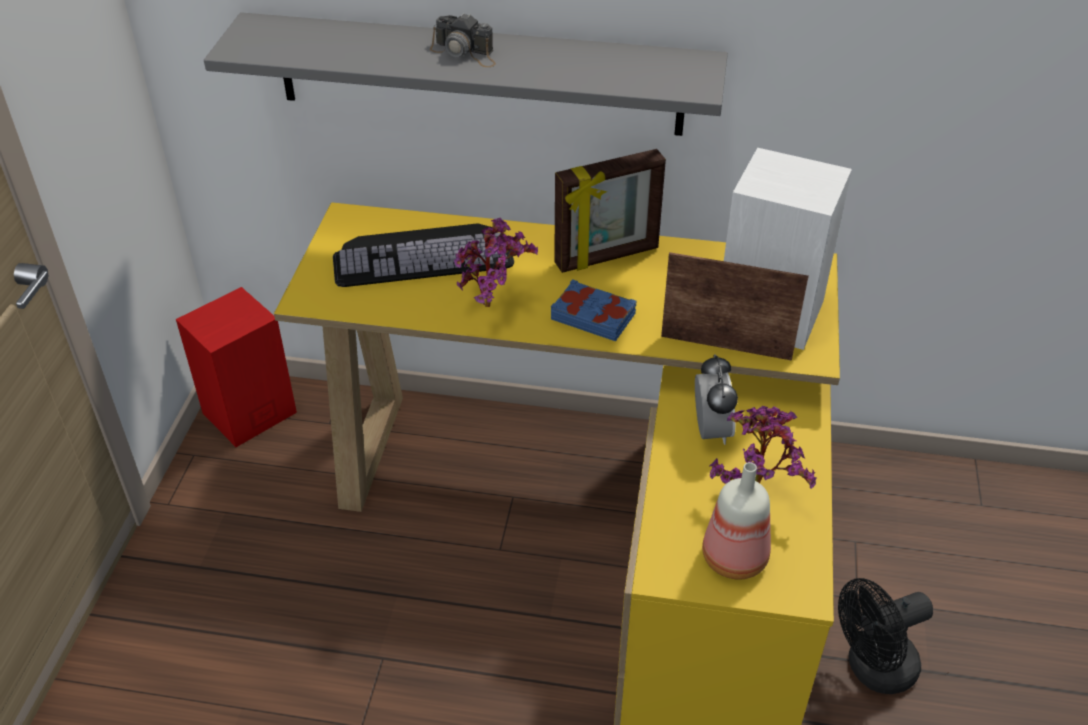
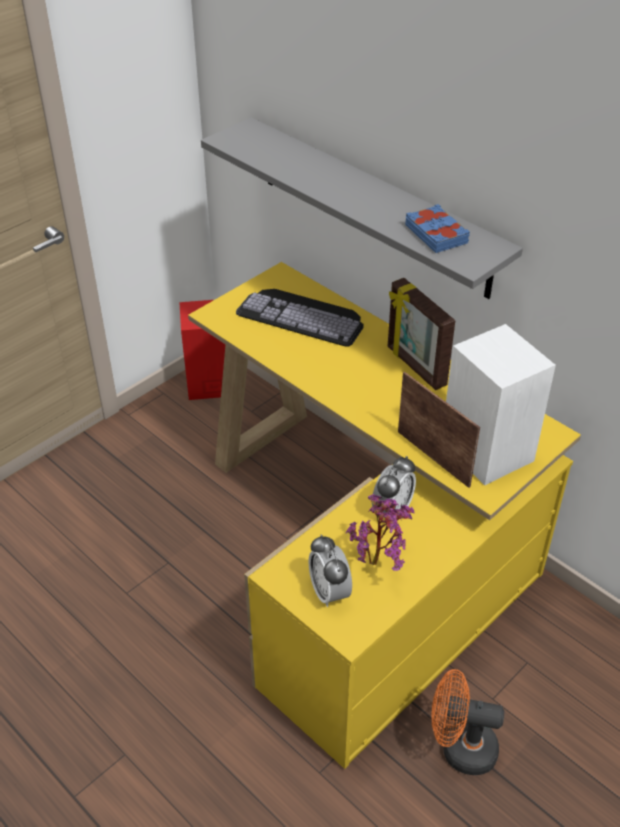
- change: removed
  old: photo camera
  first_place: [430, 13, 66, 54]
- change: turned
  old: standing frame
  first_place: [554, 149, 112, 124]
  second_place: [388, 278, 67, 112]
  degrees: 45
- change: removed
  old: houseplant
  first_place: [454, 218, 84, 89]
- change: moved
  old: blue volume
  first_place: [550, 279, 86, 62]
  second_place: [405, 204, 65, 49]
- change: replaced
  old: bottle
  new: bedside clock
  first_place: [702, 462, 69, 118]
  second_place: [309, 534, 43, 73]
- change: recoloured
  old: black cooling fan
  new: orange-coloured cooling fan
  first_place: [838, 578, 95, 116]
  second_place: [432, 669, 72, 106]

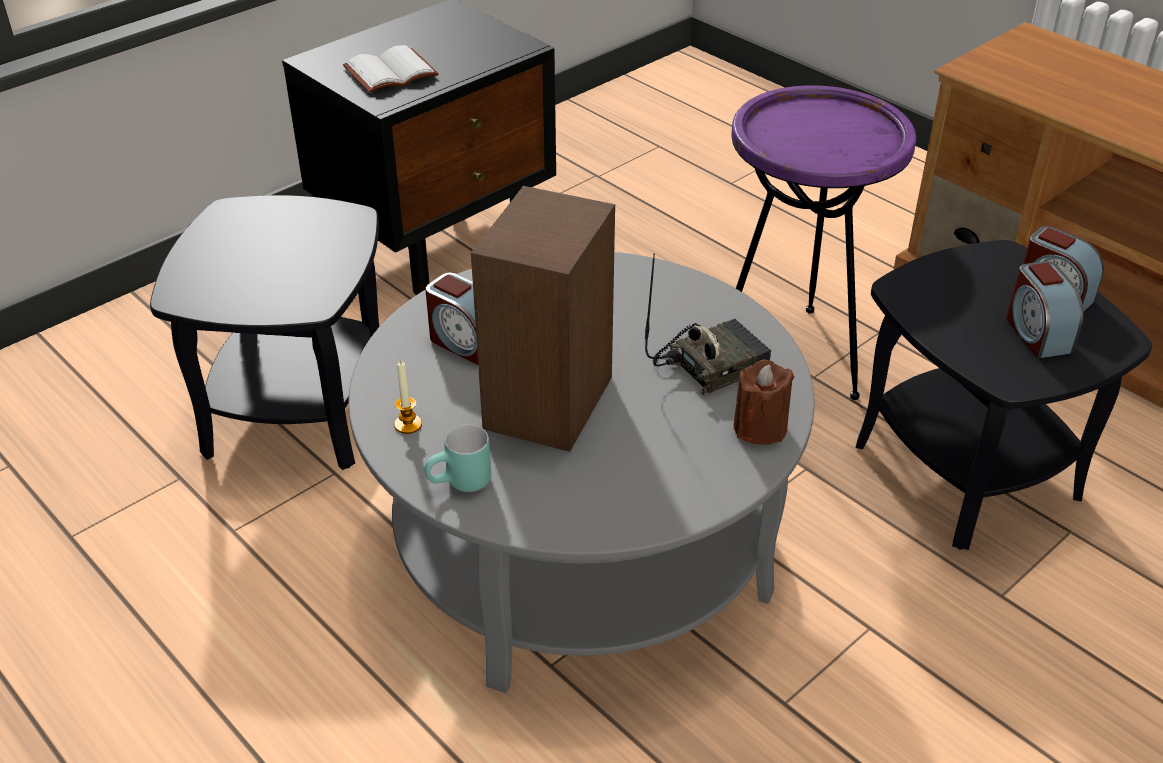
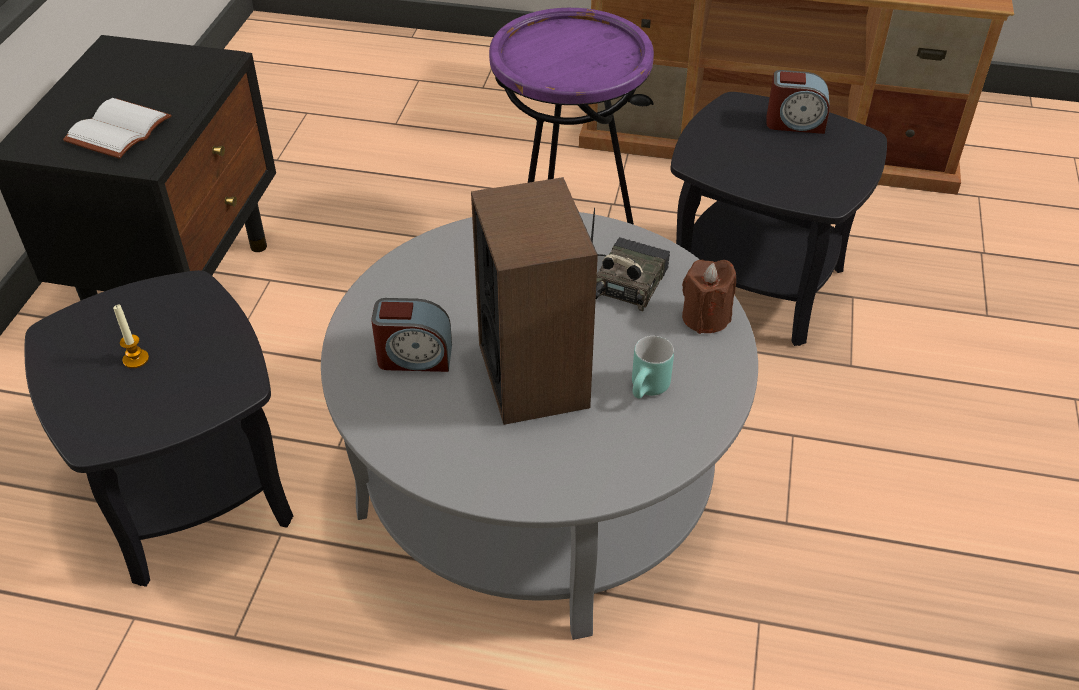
- change: removed
  old: bedside clock
  first_place: [1006, 261, 78, 97]
- change: moved
  old: wax light
  first_place: [394, 362, 28, 72]
  second_place: [113, 305, 36, 63]
- change: moved
  old: turquoise-coloured coffee mug
  first_place: [424, 424, 67, 68]
  second_place: [632, 336, 42, 63]

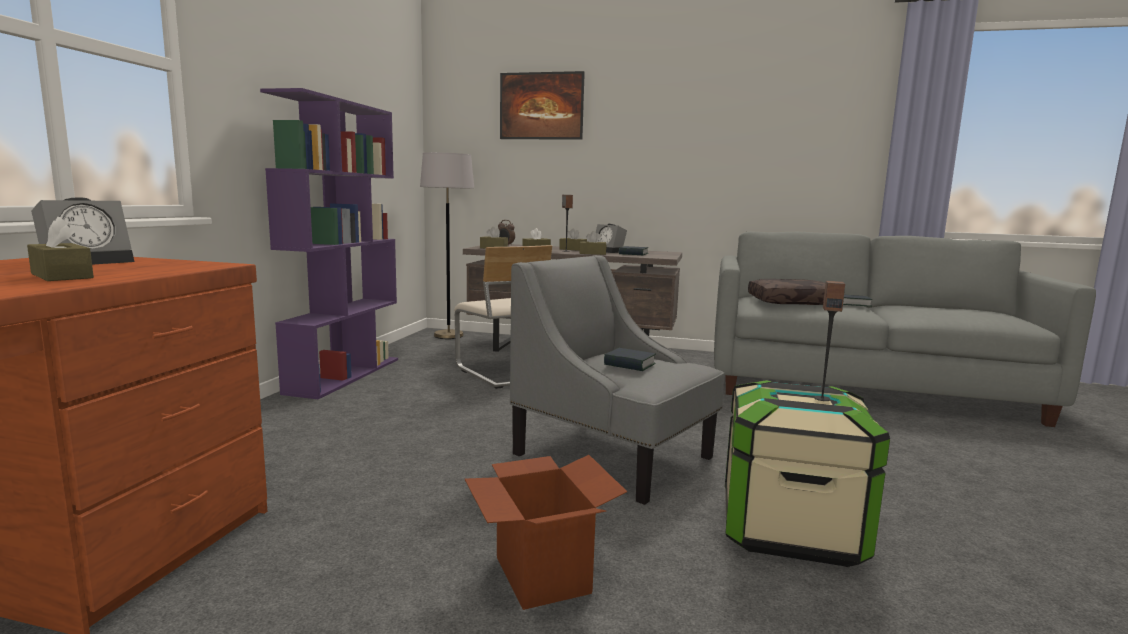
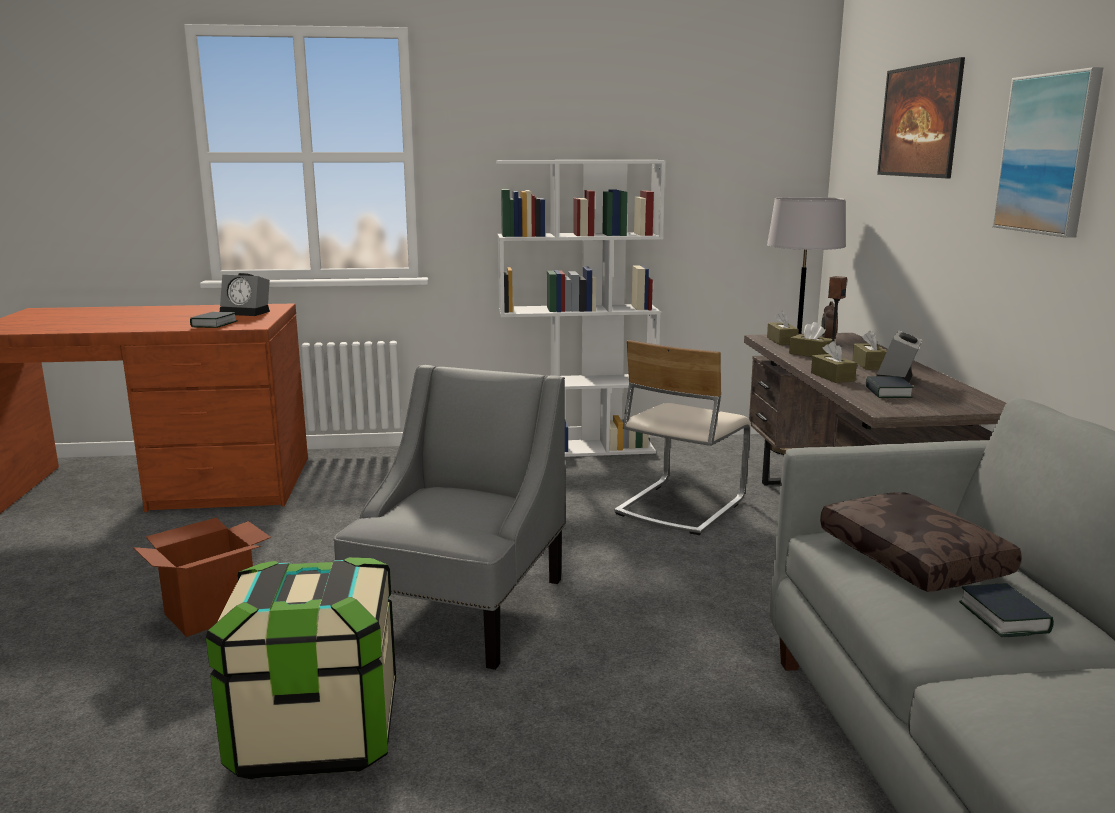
- change: recoloured
  old: purple shelving unit
  new: whitish shelving unit
  first_place: [260, 88, 138, 311]
  second_place: [496, 160, 170, 297]
- change: removed
  old: brown-coloured box of tissues
  first_place: [27, 217, 67, 64]
- change: removed
  old: speaker
  first_place: [814, 281, 31, 120]
- change: moved
  old: volume
  first_place: [604, 348, 52, 23]
  second_place: [190, 312, 47, 16]
- change: added
  new: picture
  second_place: [992, 67, 111, 171]

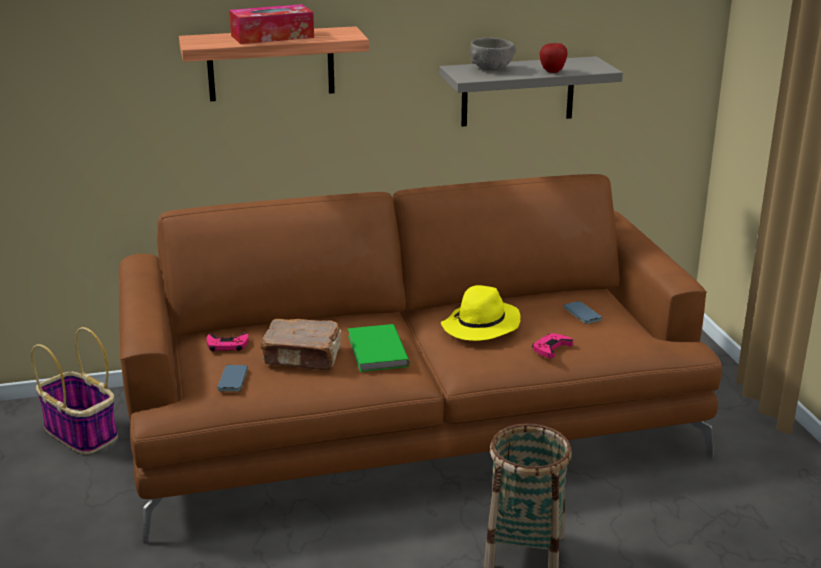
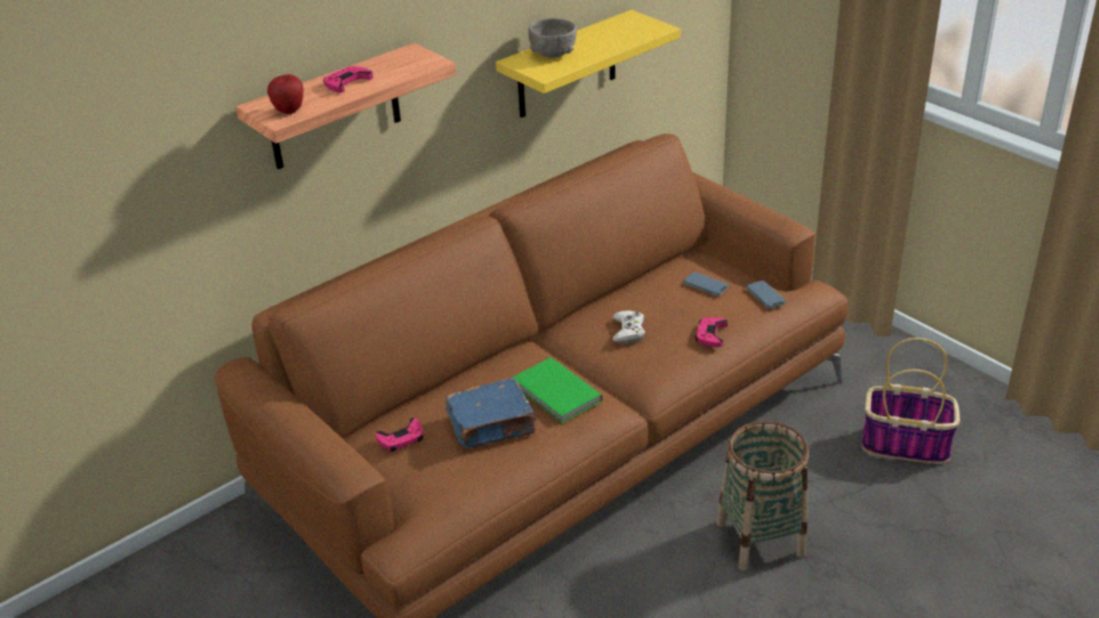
- change: replaced
  old: box of tissues
  new: pink-coloured gamepad
  first_place: [229, 4, 85, 40]
  second_place: [323, 66, 50, 27]
- change: moved
  old: whole apple
  first_place: [539, 42, 29, 31]
  second_place: [267, 74, 36, 40]
- change: recoloured
  old: greyish bracket shelf
  new: yellowish bracket shelf
  first_place: [440, 56, 183, 70]
  second_place: [496, 10, 185, 108]
- change: replaced
  old: yellowish hat
  new: whitish gamepad
  first_place: [441, 285, 80, 56]
  second_place: [613, 310, 32, 33]
- change: recoloured
  old: brown-coloured volume
  new: blue volume
  first_place: [260, 319, 82, 52]
  second_place: [445, 378, 92, 70]
- change: moved
  old: basket
  first_place: [31, 327, 87, 128]
  second_place: [862, 338, 98, 126]
- change: moved
  old: phone
  first_place: [217, 365, 31, 26]
  second_place: [746, 281, 40, 28]

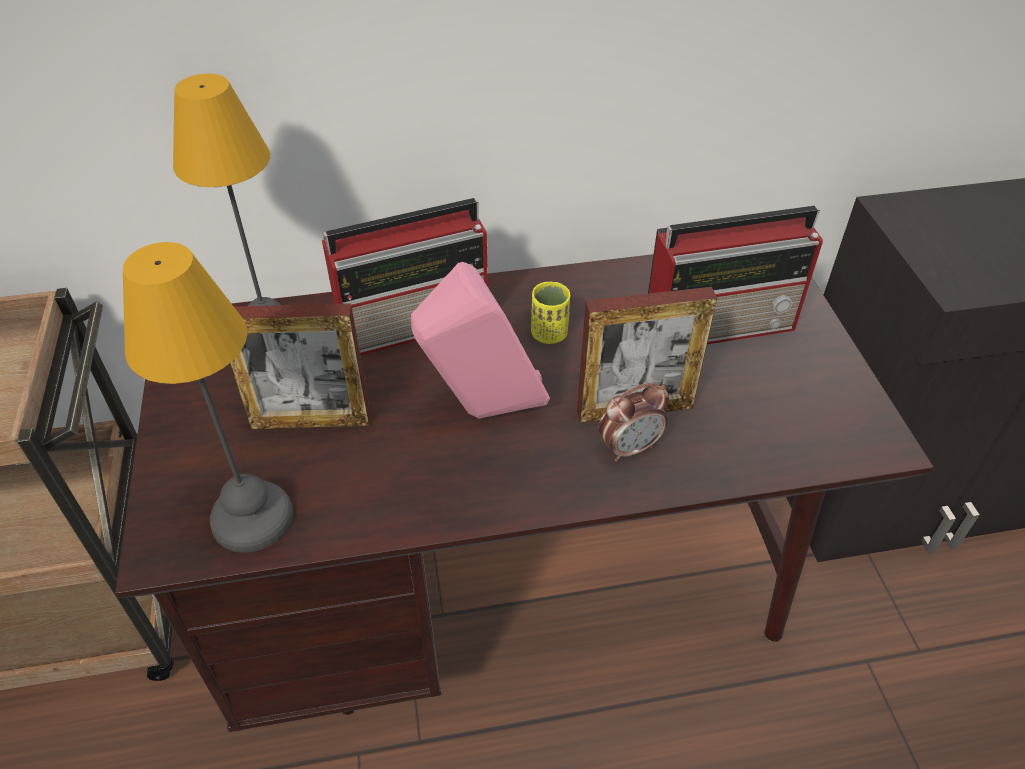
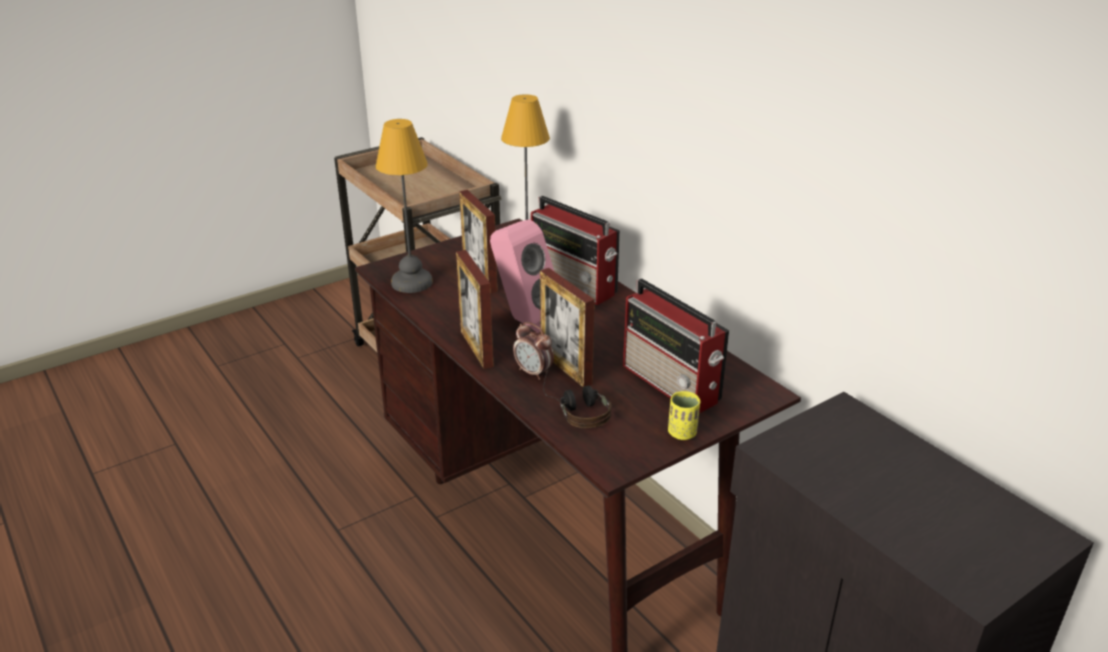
- change: moved
  old: yellowish drinking cup
  first_place: [531, 282, 39, 62]
  second_place: [668, 391, 32, 49]
- change: added
  new: standing frame
  second_place: [456, 250, 38, 119]
- change: added
  new: headset
  second_place: [543, 370, 68, 58]

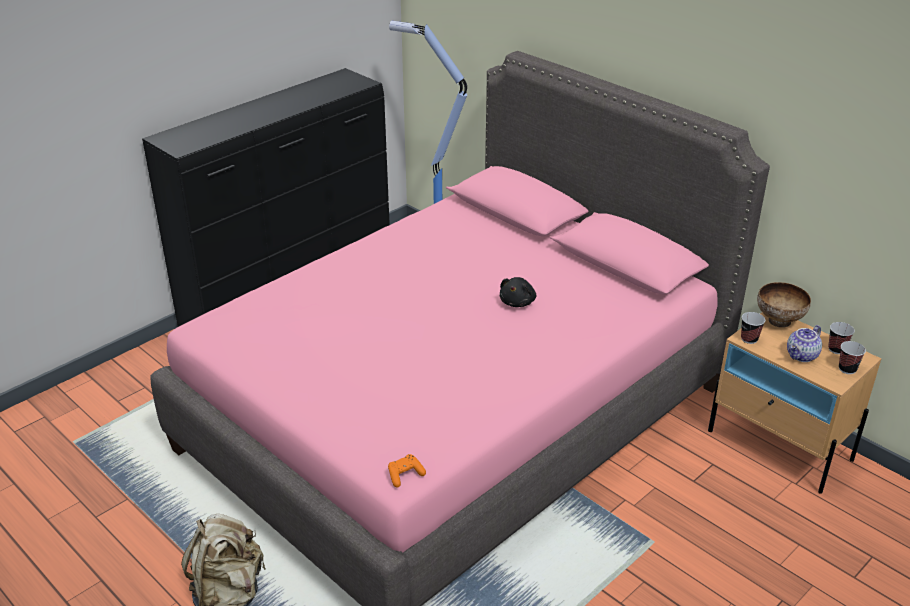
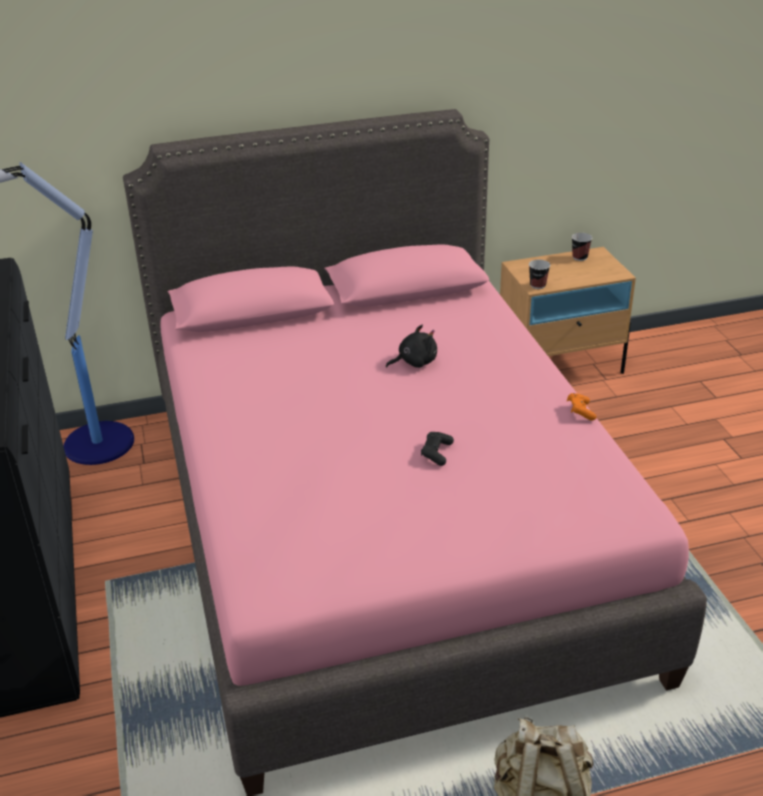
- change: turned
  old: black soft toy
  first_place: [500, 277, 36, 30]
  second_place: [386, 325, 51, 43]
  degrees: -75
- change: removed
  old: deep dish
  first_place: [757, 282, 54, 46]
- change: removed
  old: tea pot
  first_place: [787, 325, 35, 37]
- change: removed
  old: drinking cup
  first_place: [839, 341, 27, 33]
- change: moved
  old: orange-coloured gamepad
  first_place: [388, 454, 38, 34]
  second_place: [567, 393, 29, 28]
- change: added
  new: black gamepad
  second_place: [421, 432, 33, 34]

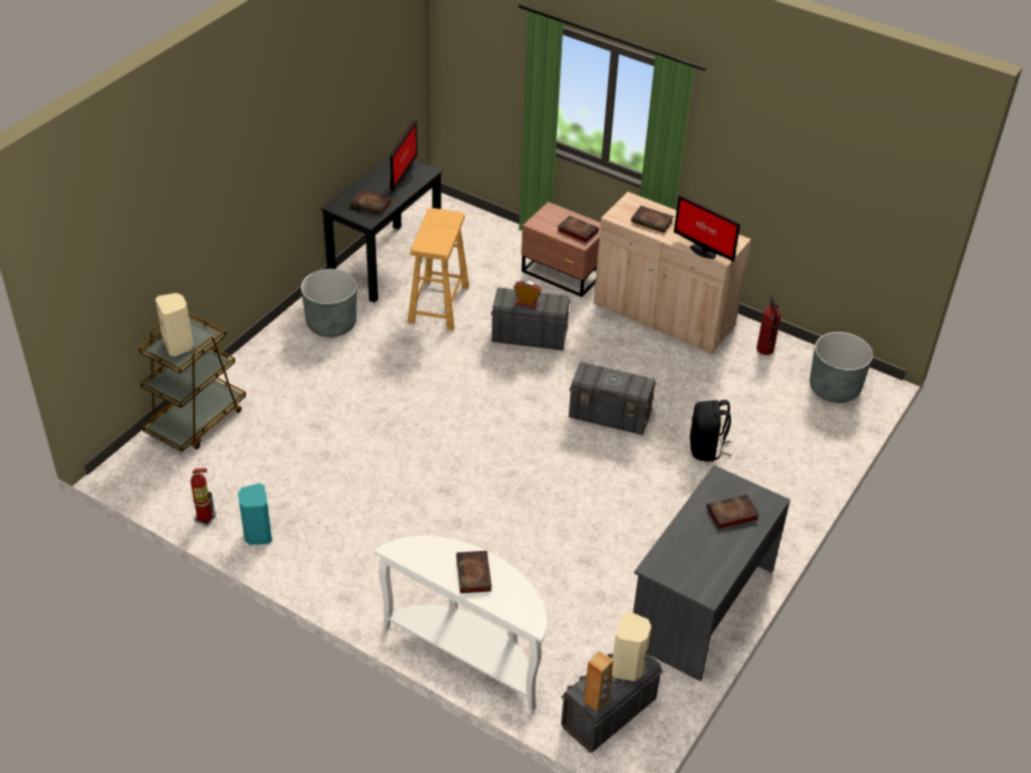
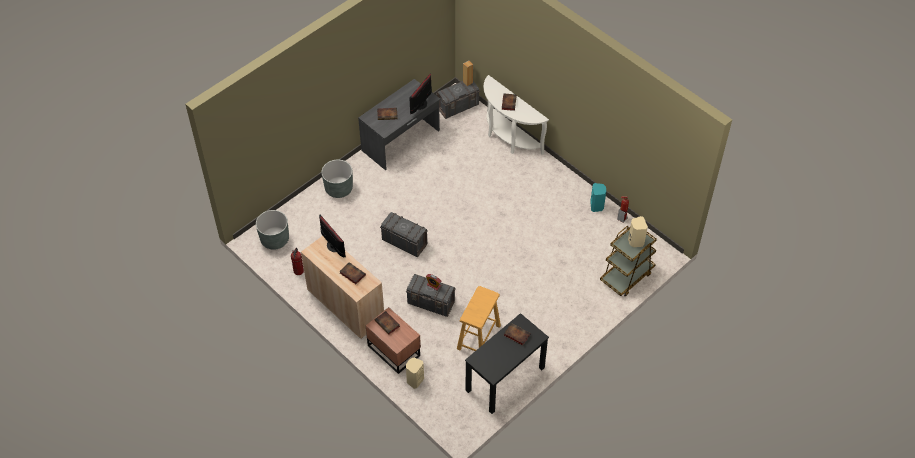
- change: moved
  old: monitor
  first_place: [390, 120, 27, 72]
  second_place: [409, 74, 23, 41]
- change: moved
  old: greyish planter
  first_place: [301, 269, 56, 68]
  second_place: [321, 160, 32, 38]
- change: removed
  old: black rucksack
  first_place: [690, 400, 42, 62]
- change: moved
  old: beige speaker
  first_place: [612, 611, 39, 70]
  second_place: [406, 358, 18, 31]

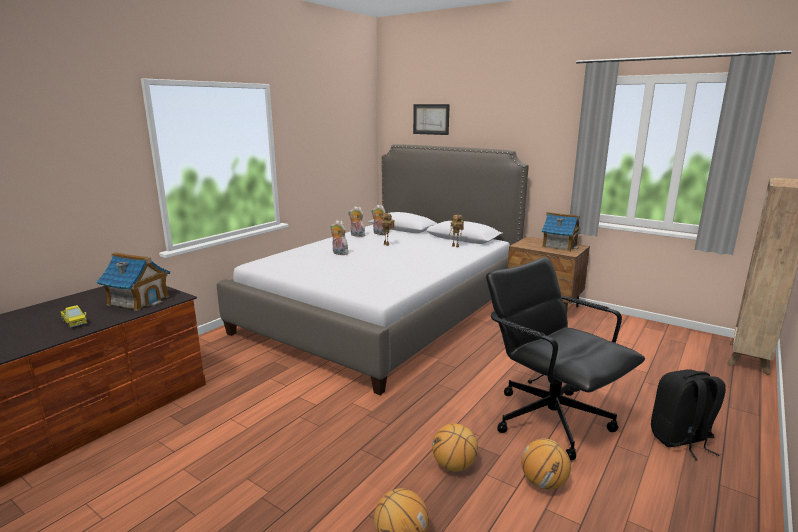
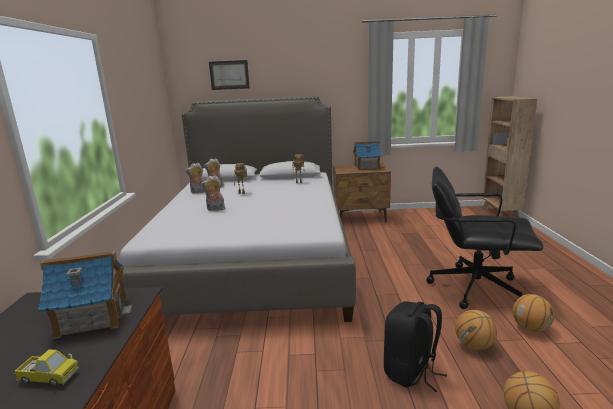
- change: moved
  old: black rucksack
  first_place: [651, 369, 75, 92]
  second_place: [384, 302, 63, 90]

